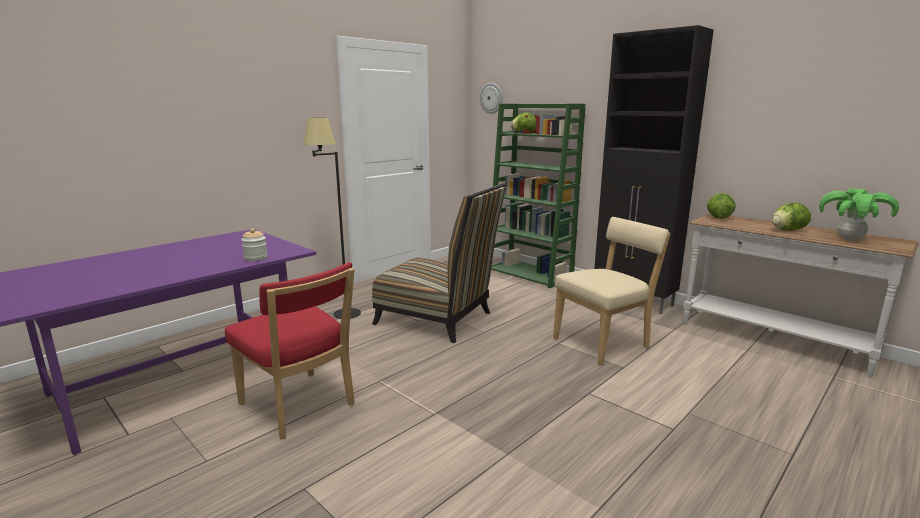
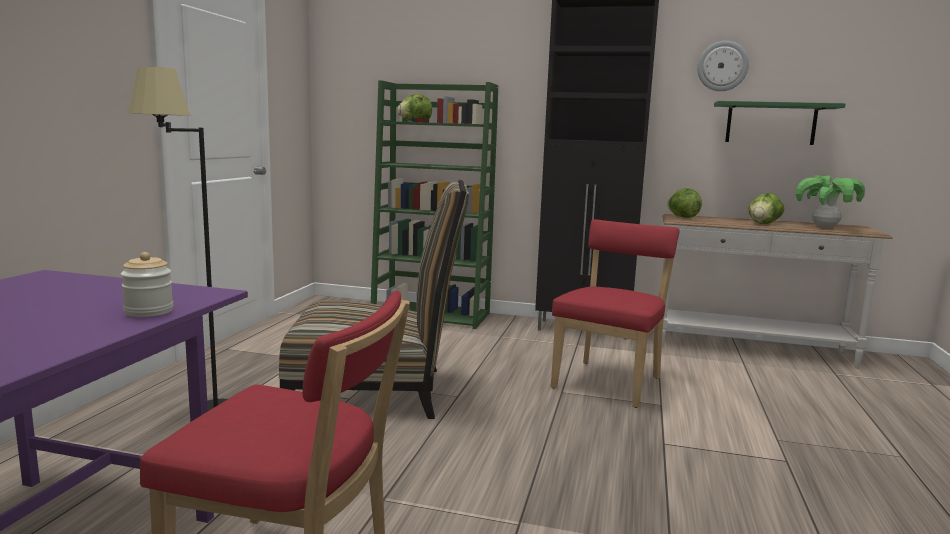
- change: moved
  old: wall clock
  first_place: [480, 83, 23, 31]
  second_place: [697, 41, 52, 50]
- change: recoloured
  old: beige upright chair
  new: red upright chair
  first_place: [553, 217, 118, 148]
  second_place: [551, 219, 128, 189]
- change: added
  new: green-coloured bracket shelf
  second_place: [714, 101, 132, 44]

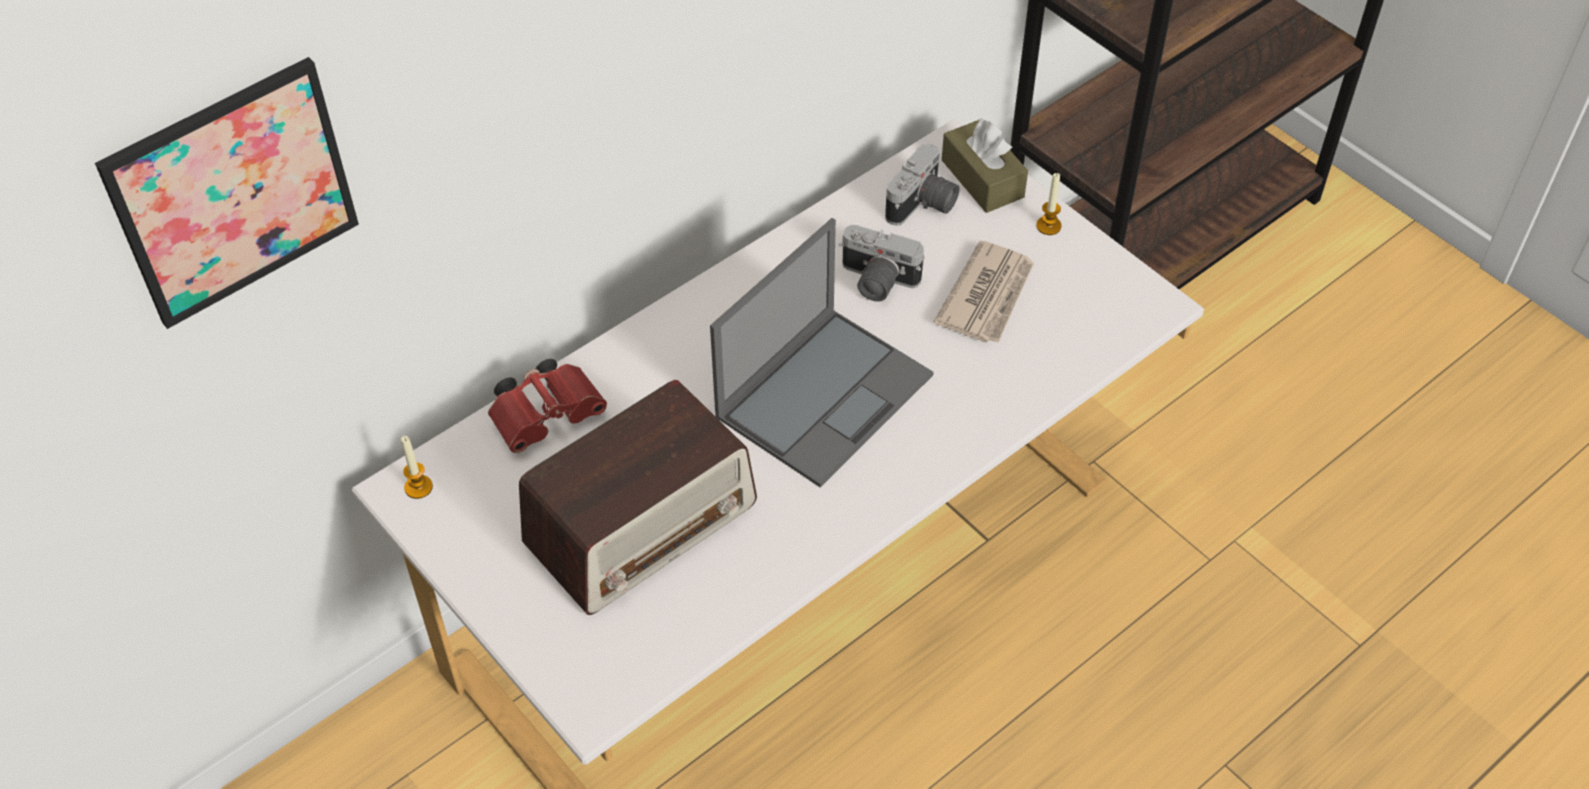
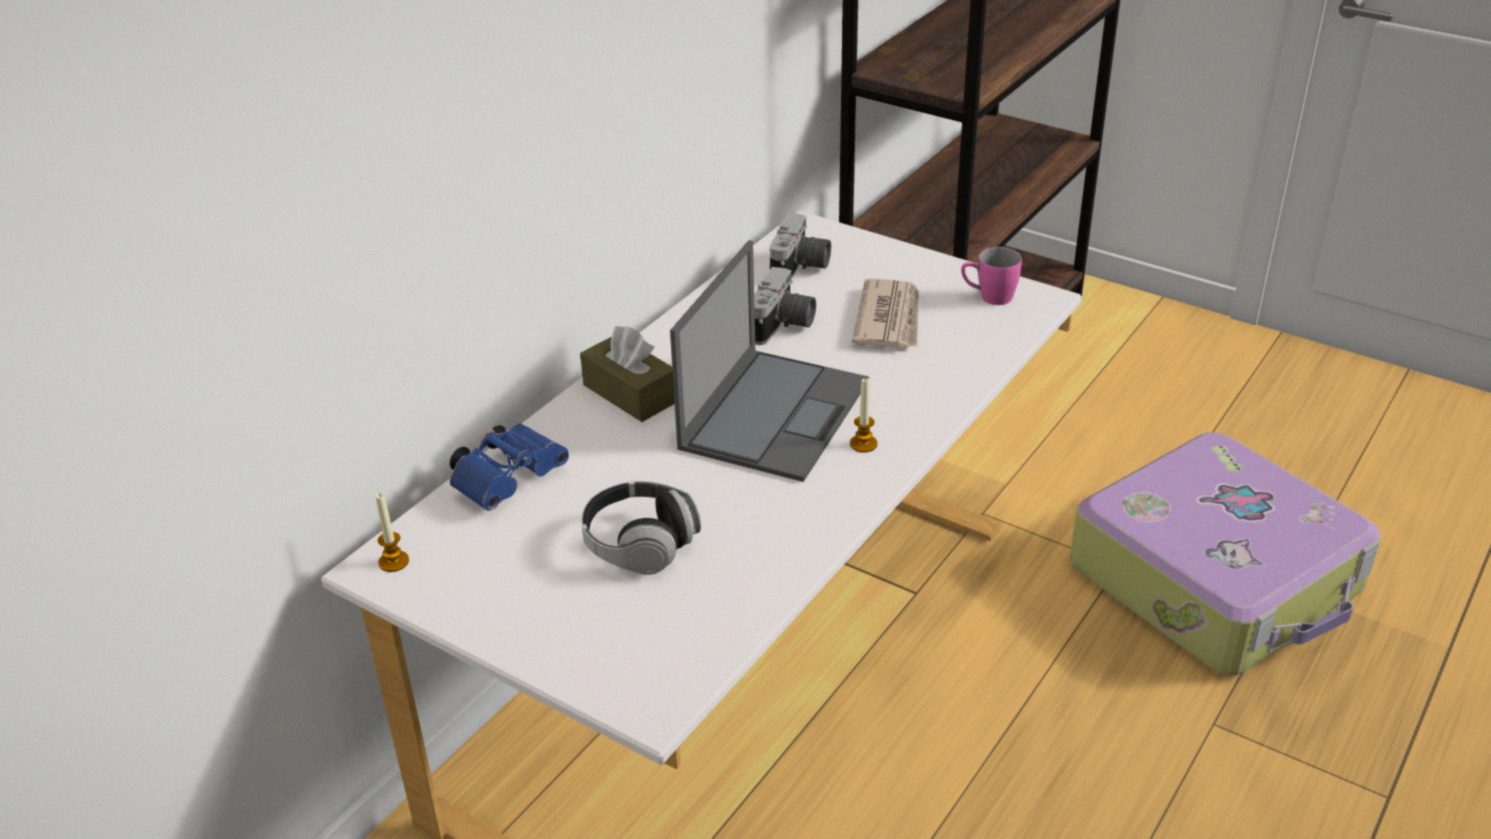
- change: removed
  old: picture
  first_place: [95, 57, 264, 272]
- change: moved
  old: brown-coloured box of tissues
  first_place: [942, 119, 86, 94]
  second_place: [580, 326, 95, 96]
- change: moved
  old: wax light
  first_place: [1036, 173, 25, 62]
  second_place: [850, 377, 27, 76]
- change: turned
  old: photo camera
  first_place: [839, 225, 86, 77]
  second_place: [754, 267, 62, 78]
  degrees: -75
- change: recoloured
  old: red field glasses
  new: blue field glasses
  first_place: [488, 359, 119, 94]
  second_place: [450, 423, 119, 88]
- change: replaced
  old: radio set
  new: headset
  first_place: [519, 380, 238, 235]
  second_place: [581, 481, 120, 94]
- change: added
  new: pink-coloured coffee mug
  second_place: [961, 247, 61, 58]
- change: added
  new: suitcase
  second_place: [1070, 432, 310, 243]

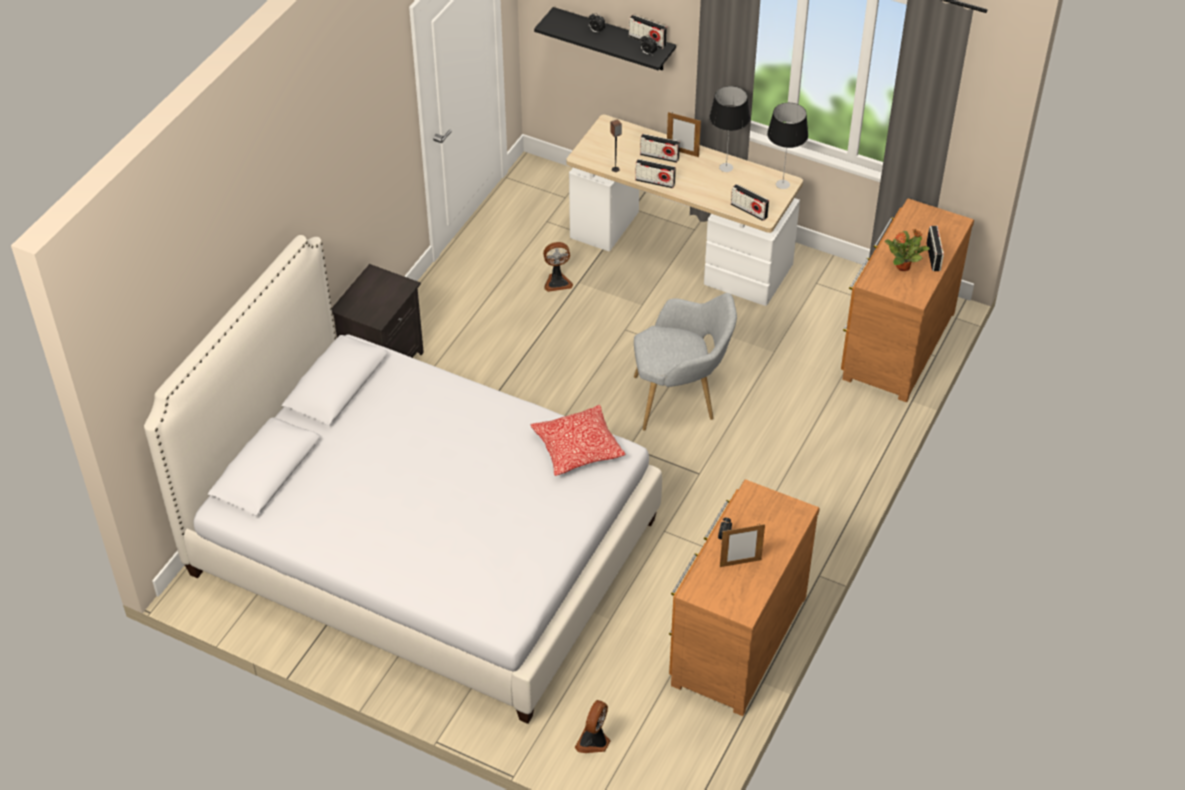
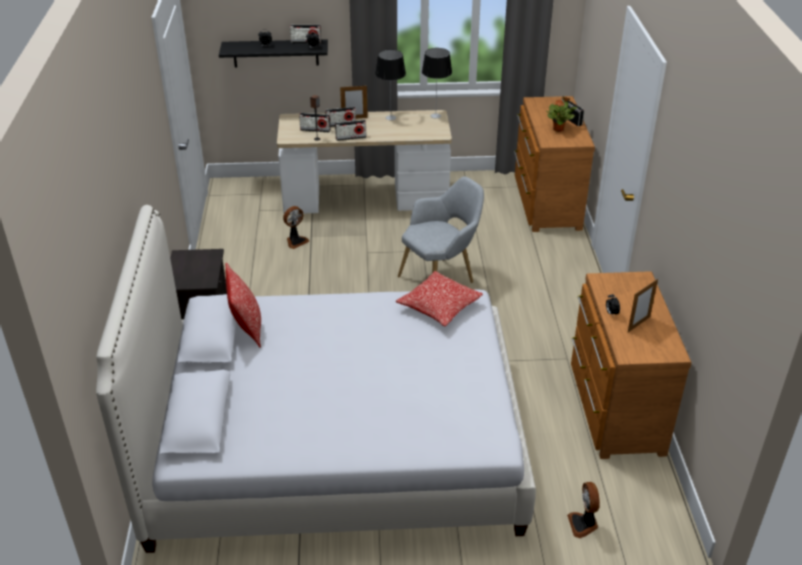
- change: moved
  old: radio set
  first_place: [731, 184, 38, 37]
  second_place: [299, 113, 32, 19]
- change: added
  new: throw pillow
  second_place: [226, 262, 35, 85]

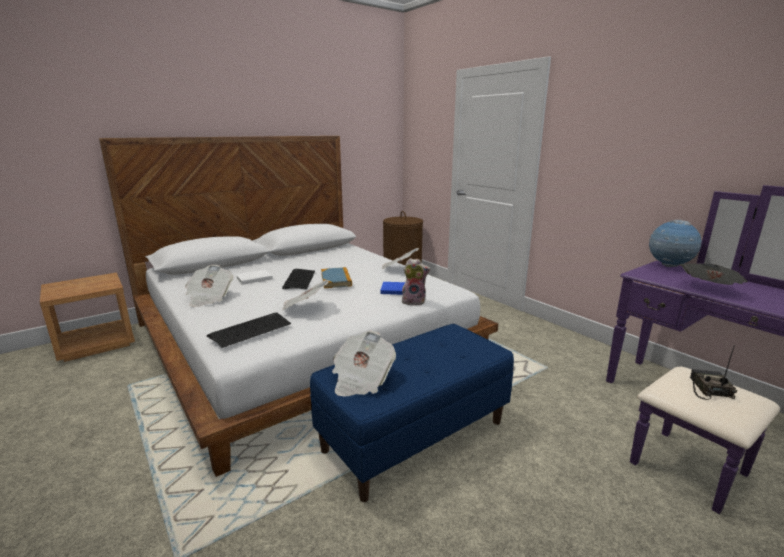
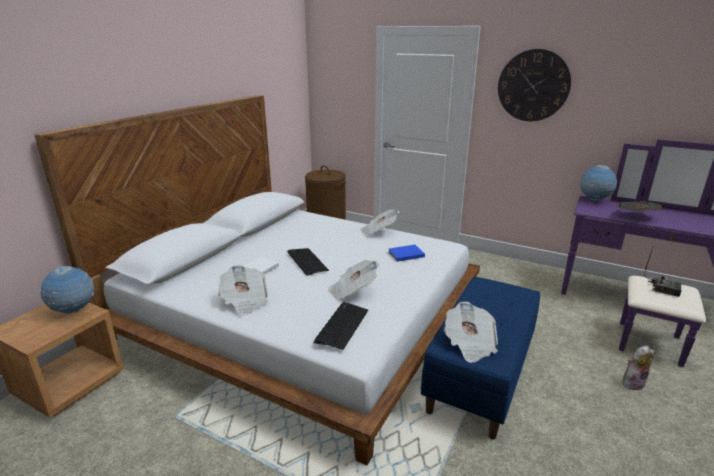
- change: moved
  old: soft toy
  first_place: [402, 258, 28, 48]
  second_place: [623, 346, 32, 45]
- change: removed
  old: volume
  first_place: [321, 267, 31, 21]
- change: turned
  old: radio set
  first_place: [690, 345, 47, 55]
  second_place: [644, 245, 37, 52]
  degrees: 135
- change: added
  new: wall clock
  second_place: [498, 49, 73, 72]
- change: added
  new: desk globe
  second_place: [40, 266, 54, 48]

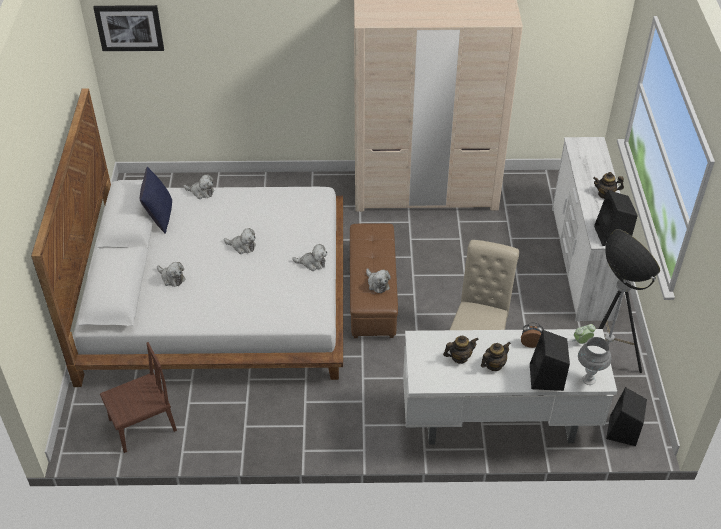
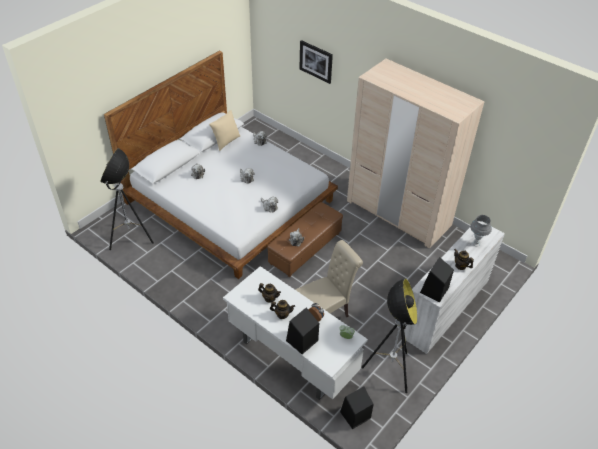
- change: moved
  old: picture
  first_place: [93, 5, 71, 46]
  second_place: [299, 40, 34, 44]
- change: recoloured
  old: blue throw pillow
  new: beige throw pillow
  first_place: [139, 167, 33, 67]
  second_place: [209, 110, 31, 41]
- change: moved
  old: greyish table lamp
  first_place: [578, 337, 33, 48]
  second_place: [470, 215, 22, 32]
- change: replaced
  old: brown-coloured upright chair
  new: standard lamp
  first_place: [100, 342, 77, 111]
  second_place: [101, 148, 53, 102]

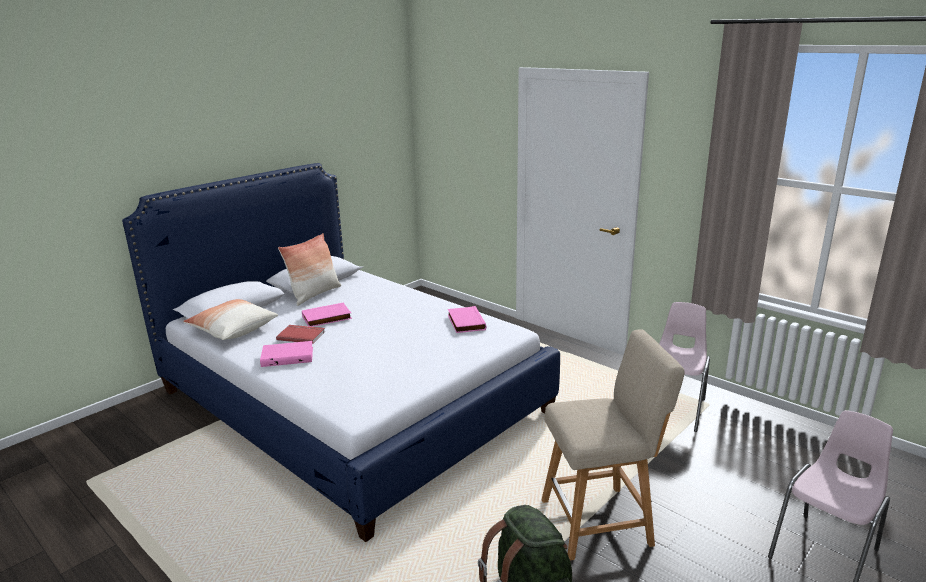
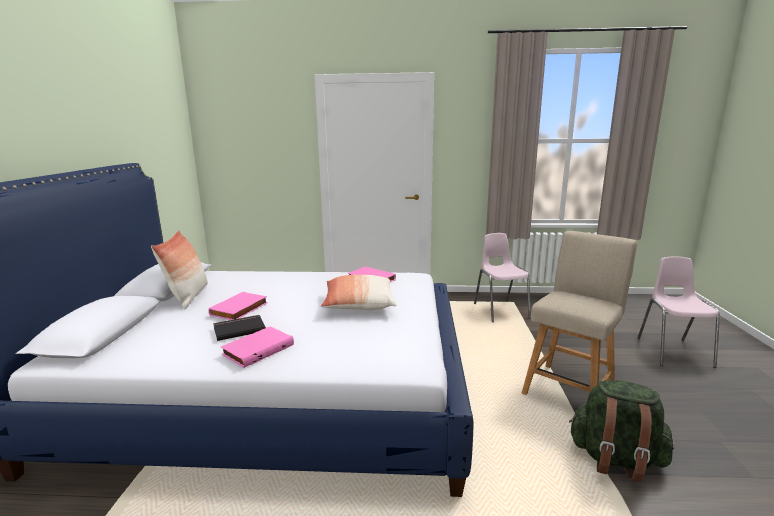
- change: moved
  old: throw pillow
  first_place: [183, 299, 95, 41]
  second_place: [321, 275, 75, 35]
- change: recoloured
  old: red volume
  new: black volume
  first_place: [276, 325, 49, 19]
  second_place: [213, 315, 53, 26]

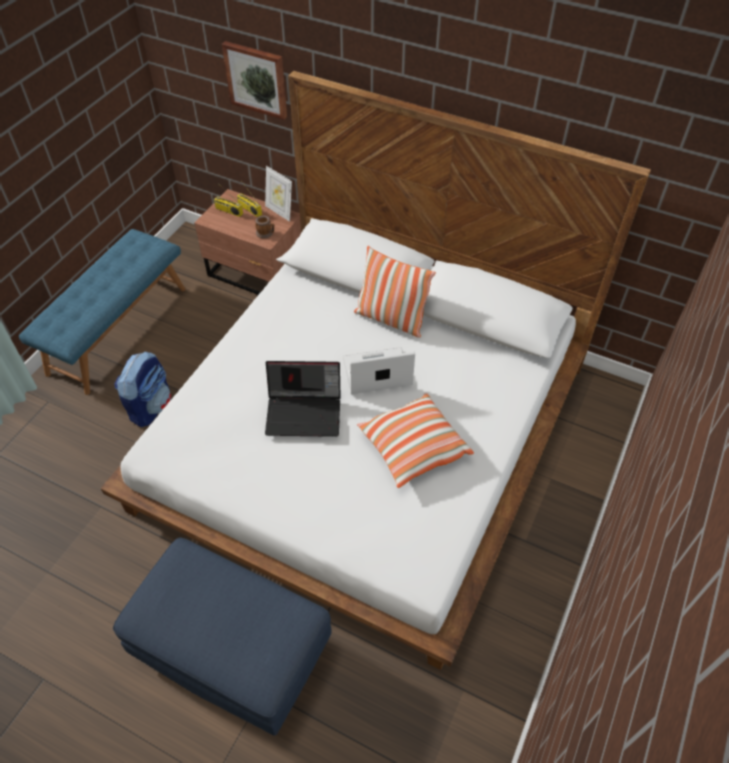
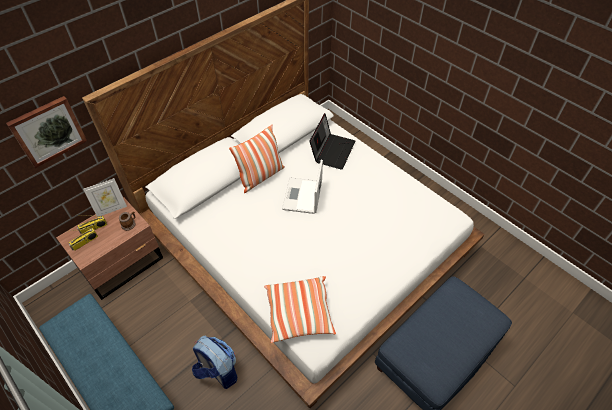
- change: moved
  old: notebook computer
  first_place: [265, 361, 76, 76]
  second_place: [309, 113, 46, 57]
- change: moved
  old: throw pillow
  first_place: [357, 393, 117, 95]
  second_place: [264, 276, 72, 67]

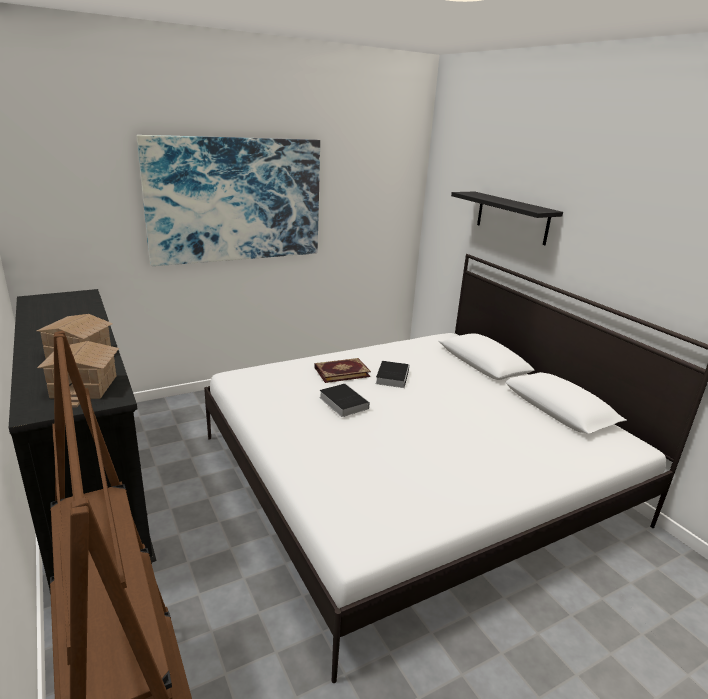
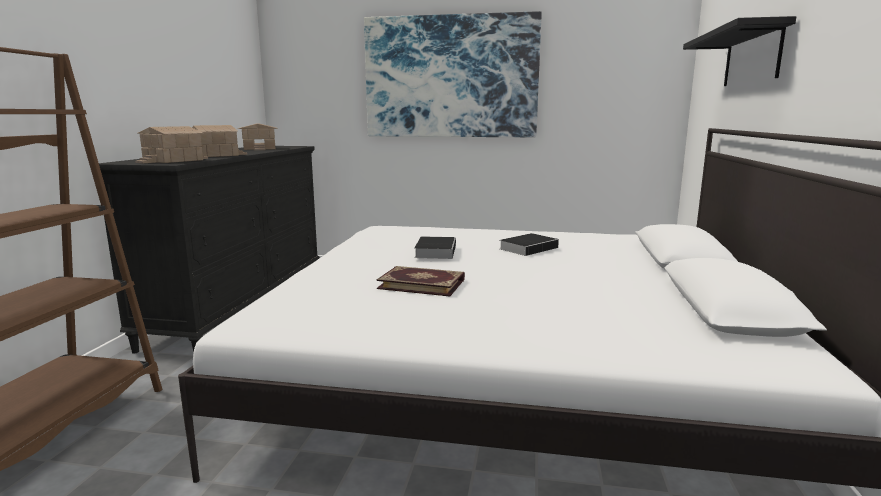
- change: moved
  old: volume
  first_place: [314, 358, 57, 25]
  second_place: [376, 266, 89, 30]
- change: added
  new: model house
  second_place: [238, 123, 40, 27]

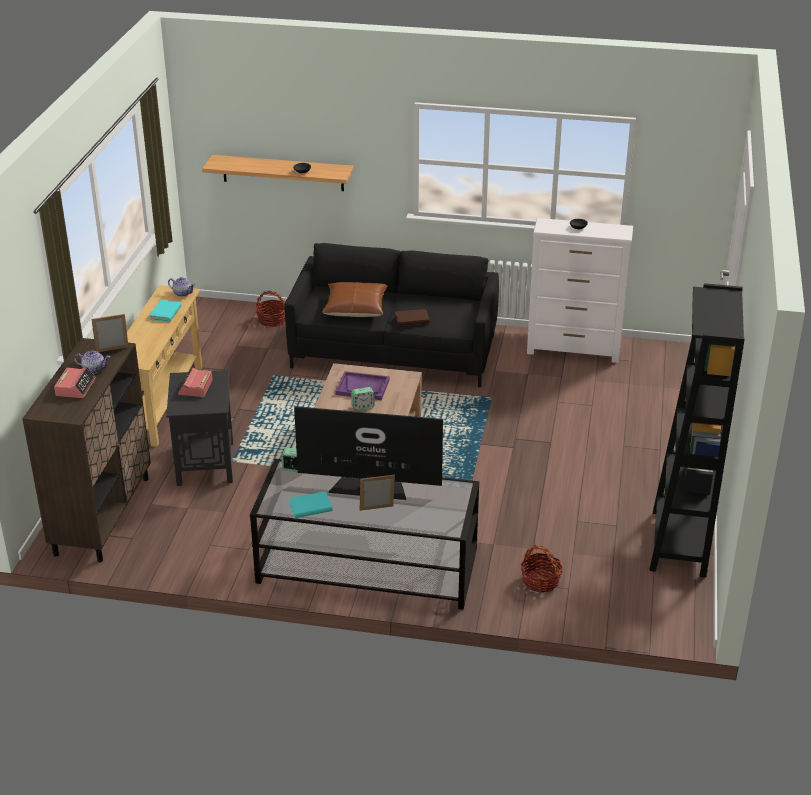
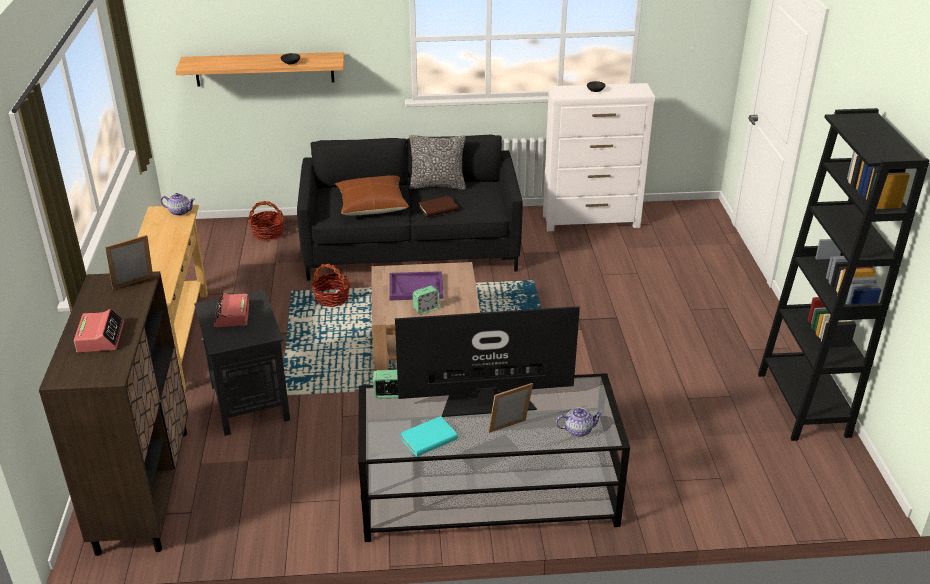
- change: removed
  old: turquoise-coloured volume
  first_place: [149, 300, 33, 22]
- change: moved
  old: tea pot
  first_place: [74, 350, 36, 24]
  second_place: [556, 408, 47, 29]
- change: moved
  old: basket
  first_place: [520, 545, 43, 48]
  second_place: [311, 264, 40, 43]
- change: added
  new: throw pillow
  second_place: [409, 135, 57, 55]

